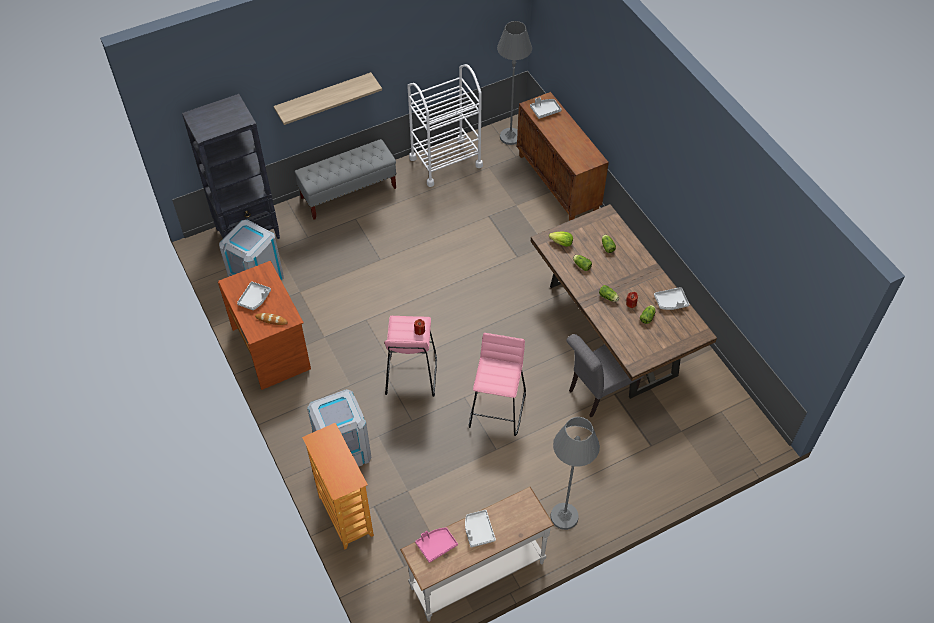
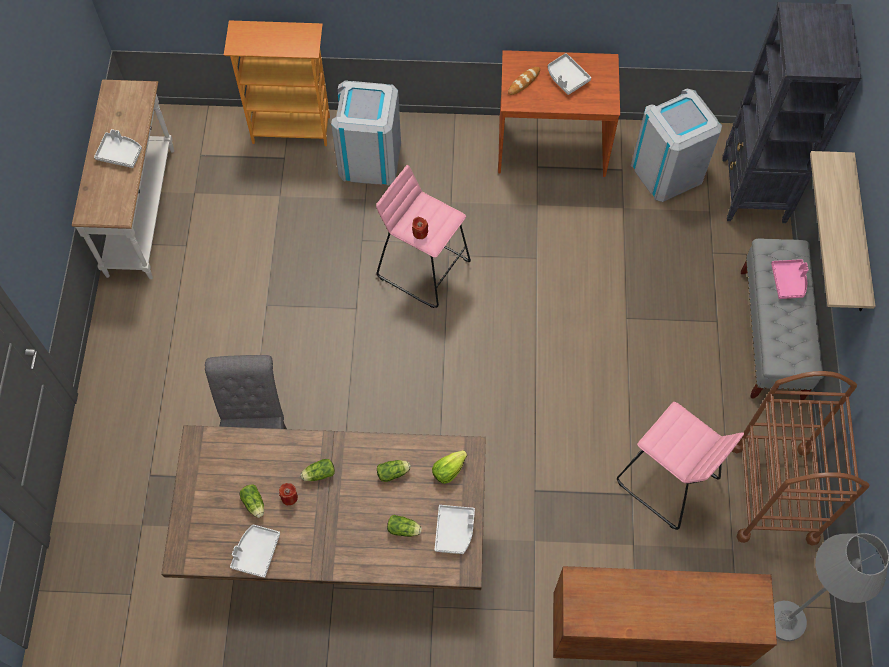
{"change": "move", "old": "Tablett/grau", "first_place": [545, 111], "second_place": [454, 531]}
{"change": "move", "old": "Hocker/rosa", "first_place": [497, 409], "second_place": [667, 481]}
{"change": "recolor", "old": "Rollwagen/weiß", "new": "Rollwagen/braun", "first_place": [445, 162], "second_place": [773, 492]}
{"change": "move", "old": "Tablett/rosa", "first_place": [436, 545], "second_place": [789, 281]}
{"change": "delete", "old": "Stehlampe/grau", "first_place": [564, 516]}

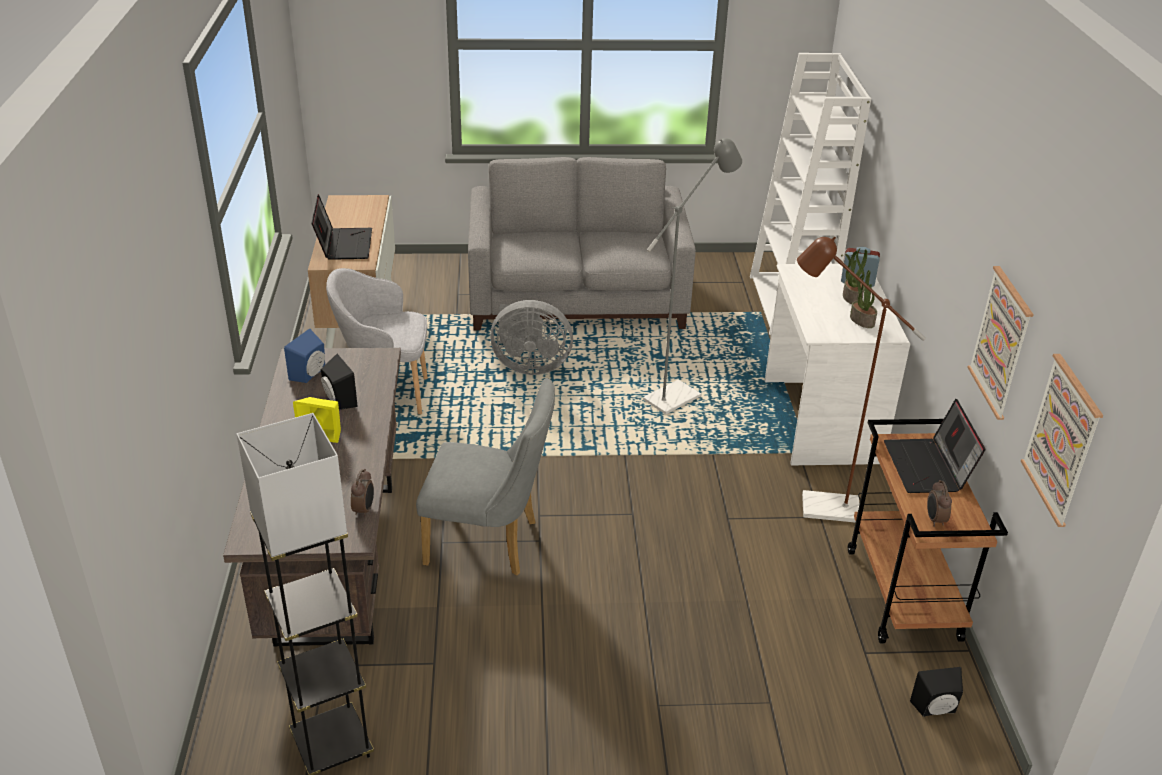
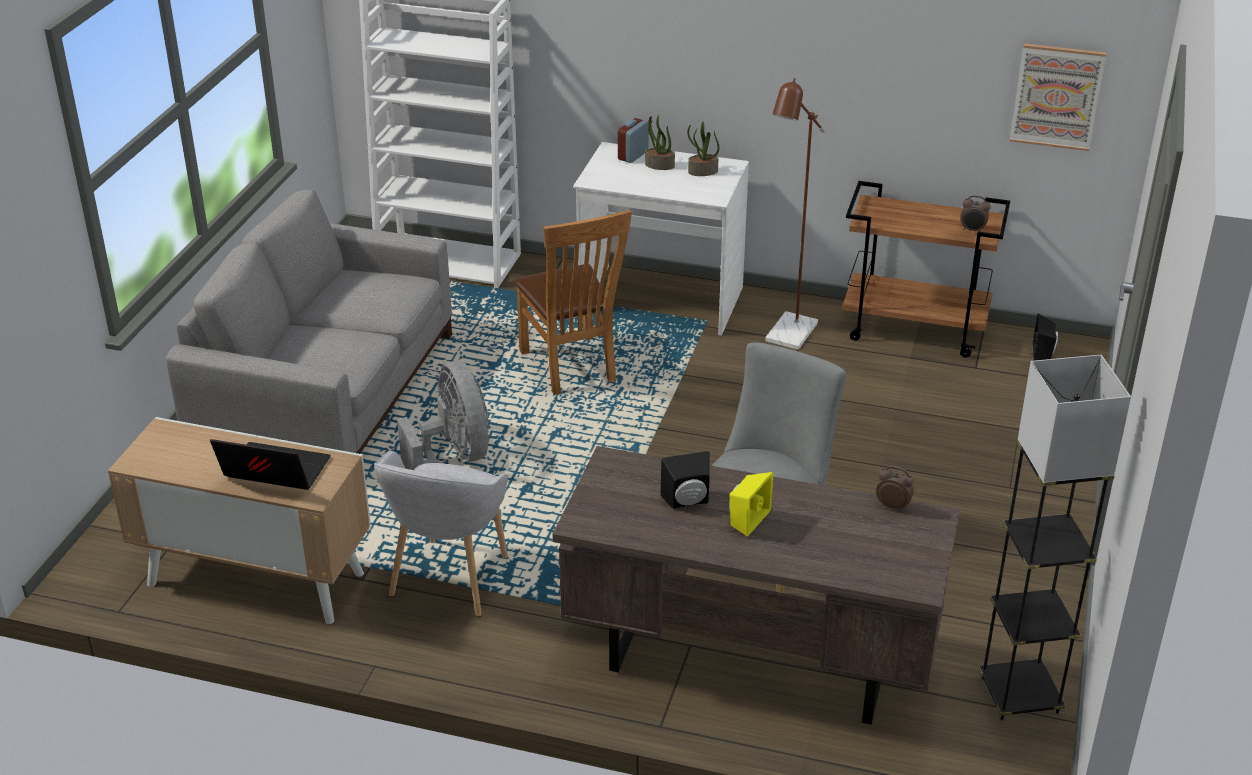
{"change": "rotate", "old": "Ventilator/grau", "first_place": [529, 366], "second_place": [454, 457], "degrees": -45}
{"change": "replace", "old": "Stehlampe/grau", "new": "Stuhl/braun", "first_place": [679, 394], "second_place": [572, 369]}
{"change": "delete", "old": "Lautsprecher/blau", "first_place": [310, 374]}
{"change": "delete", "old": "Laptop", "first_place": [928, 468]}
{"change": "delete", "old": "Bild", "first_place": [1001, 342]}

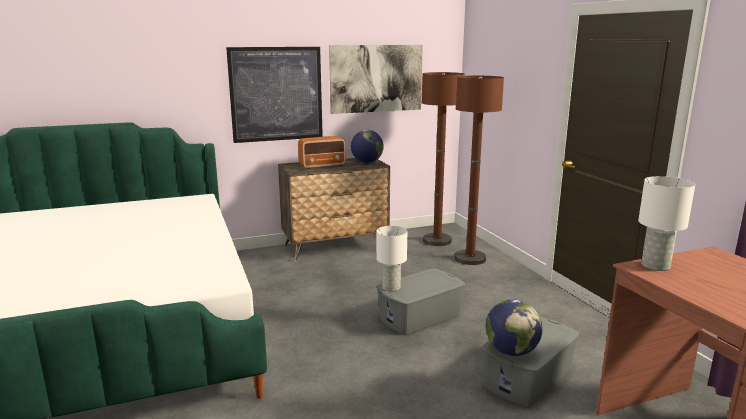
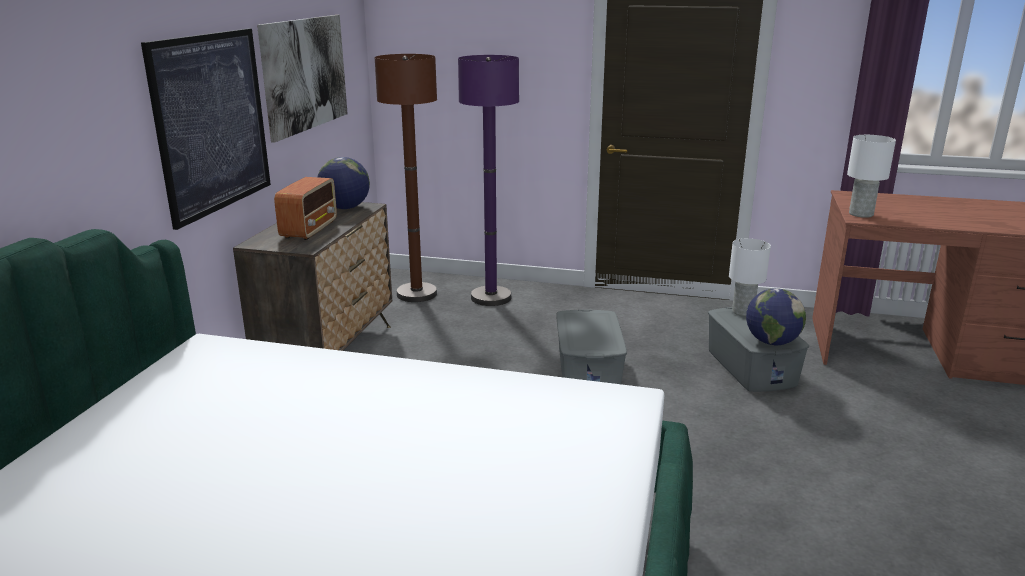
{"change": "recolor", "old": "Stehlampe/braun", "new": "Stehlampe/lila", "first_place": [470, 258], "second_place": [491, 297]}
{"change": "move", "old": "Tischlampe/weiß", "first_place": [391, 287], "second_place": [743, 311]}

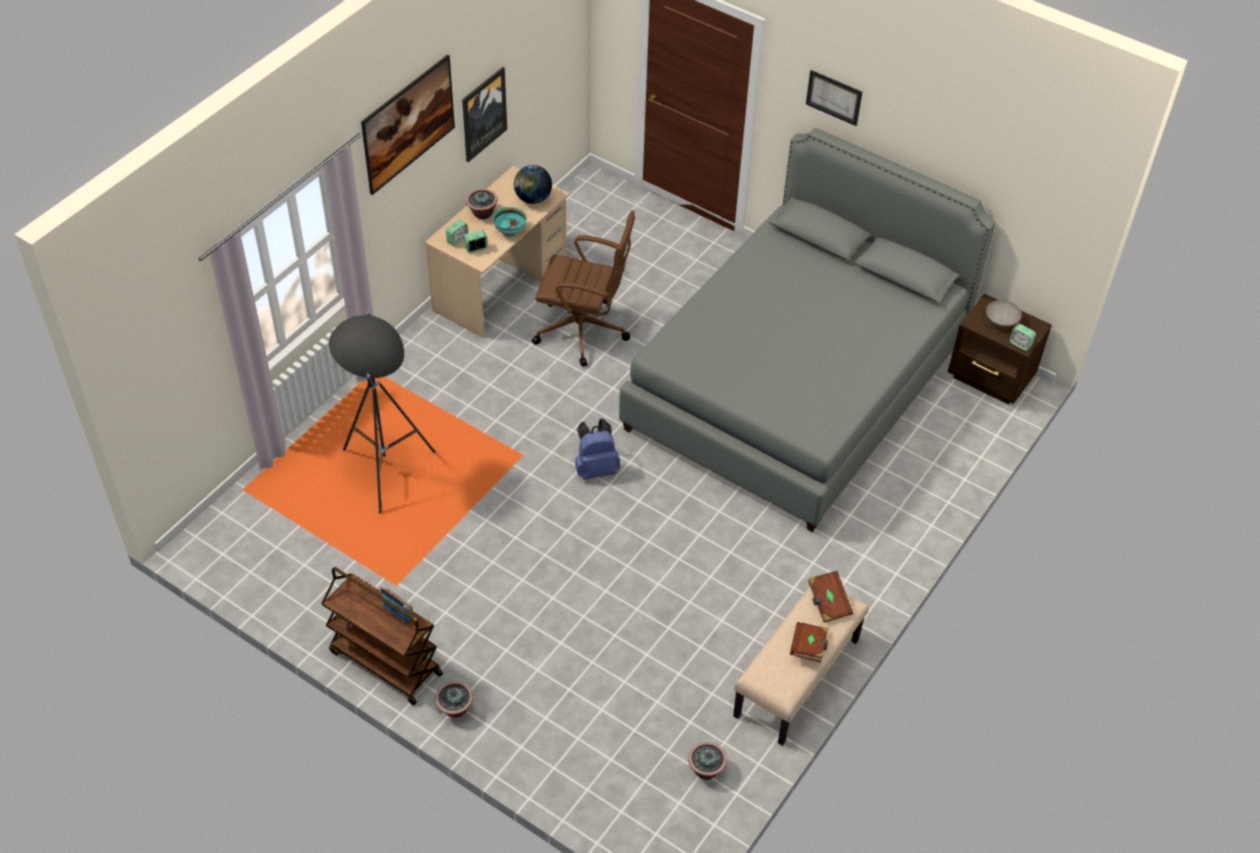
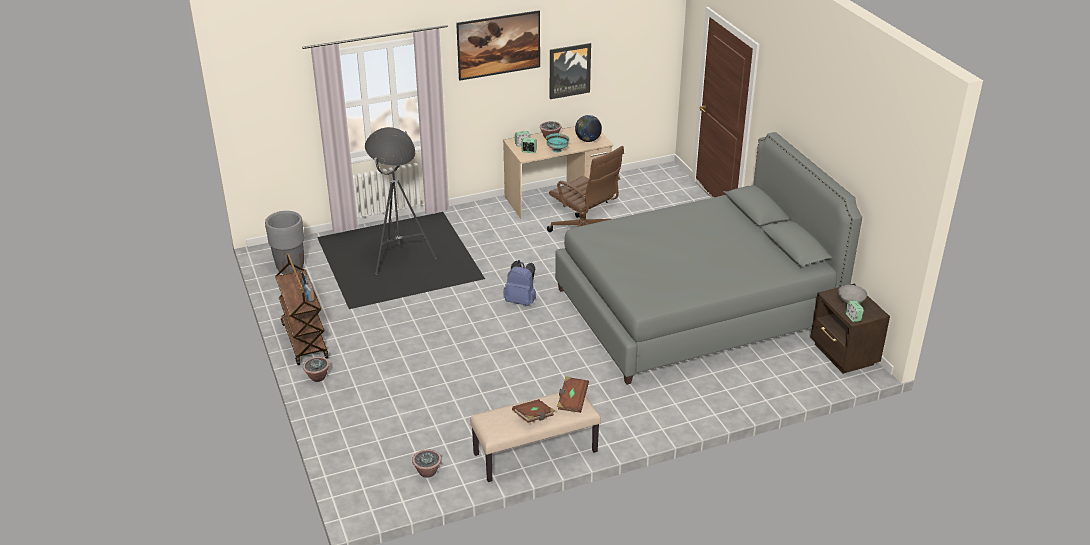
{"change": "insert", "new": "Pflanzkübel/grau", "second_place": [290, 268]}
{"change": "recolor", "old": "Stehlampe/orange", "new": "Stehlampe/schwarz", "first_place": [384, 471], "second_place": [399, 257]}
{"change": "delete", "old": "Bild", "first_place": [834, 97]}

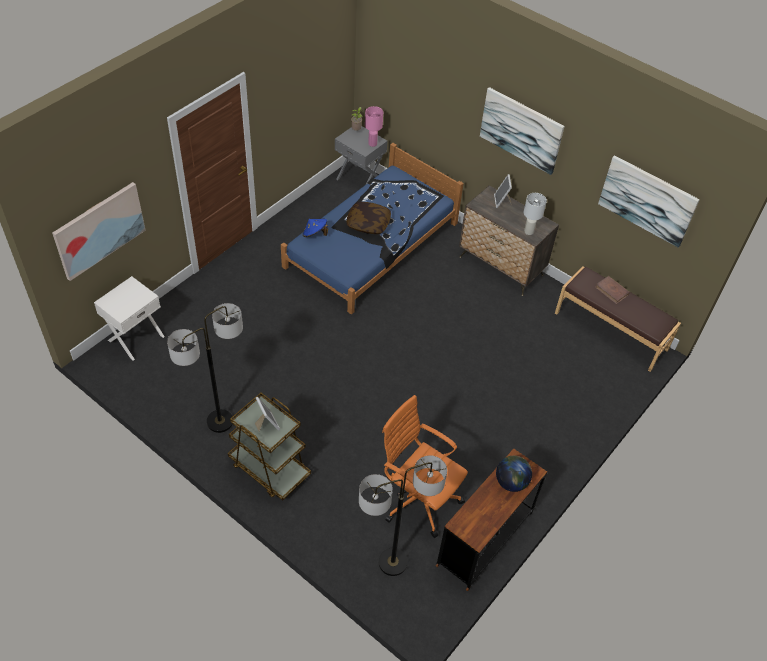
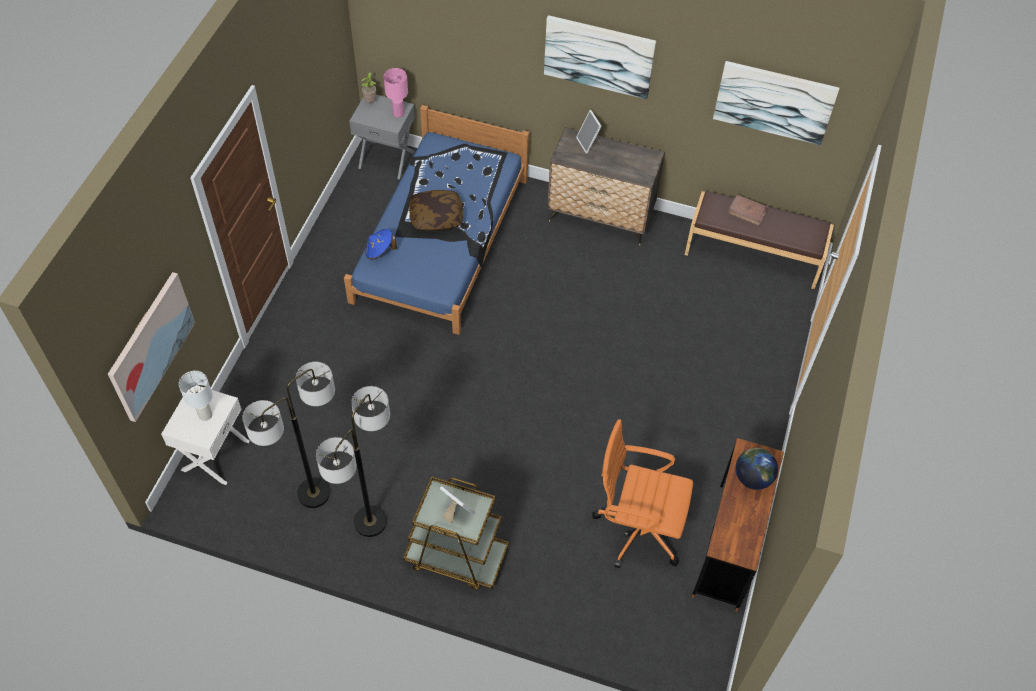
{"change": "move", "old": "Tischlampe/weiß", "first_place": [528, 231], "second_place": [205, 415]}
{"change": "move", "old": "Stehlampe", "first_place": [392, 562], "second_place": [313, 493]}

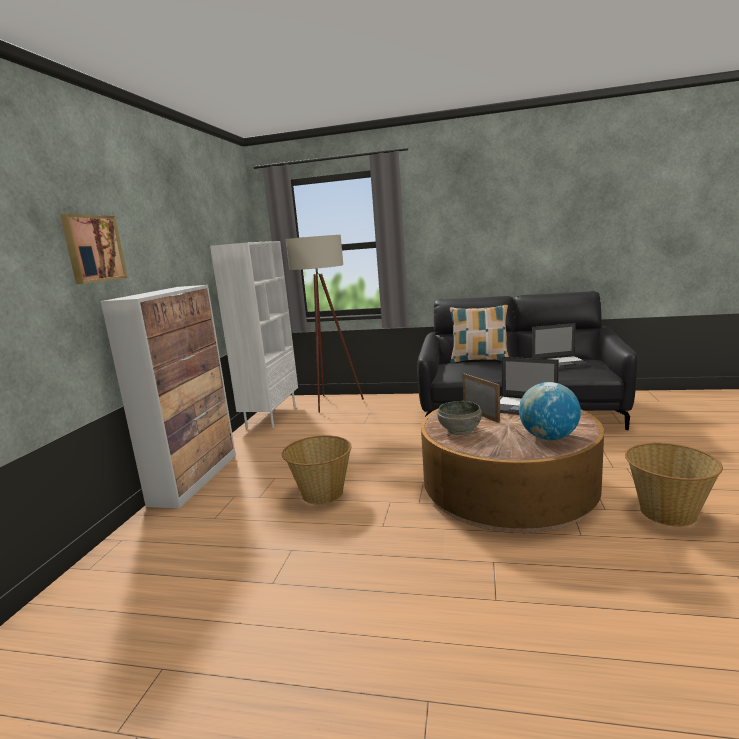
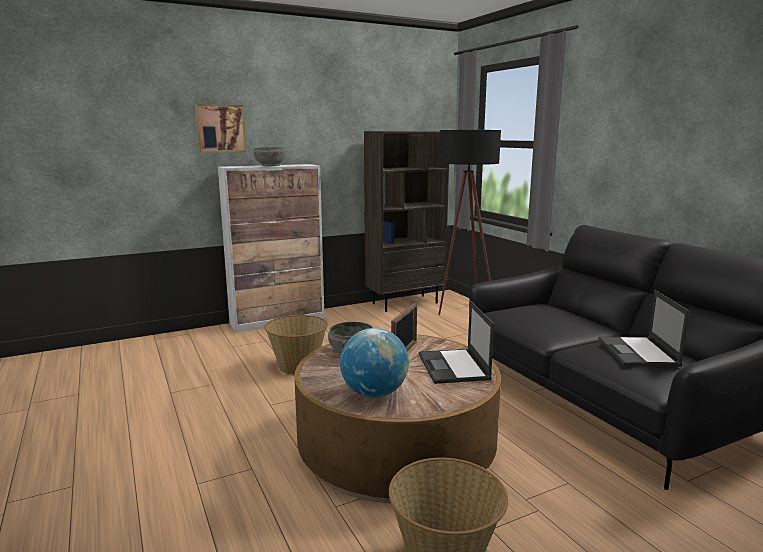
{"change": "insert", "new": "Schüssel/grau", "second_place": [270, 166]}
{"change": "recolor", "old": "Bücherregal/weiß", "new": "Bücherregal/braun", "first_place": [271, 416], "second_place": [405, 303]}
{"change": "recolor", "old": "Stehlampe/beige", "new": "Stehlampe/schwarz", "first_place": [331, 404], "second_place": [463, 313]}
{"change": "rotate", "old": "Laptop", "first_place": [561, 363], "second_place": [638, 352], "degrees": 45}
{"change": "delete", "old": "Kissen", "first_place": [479, 360]}

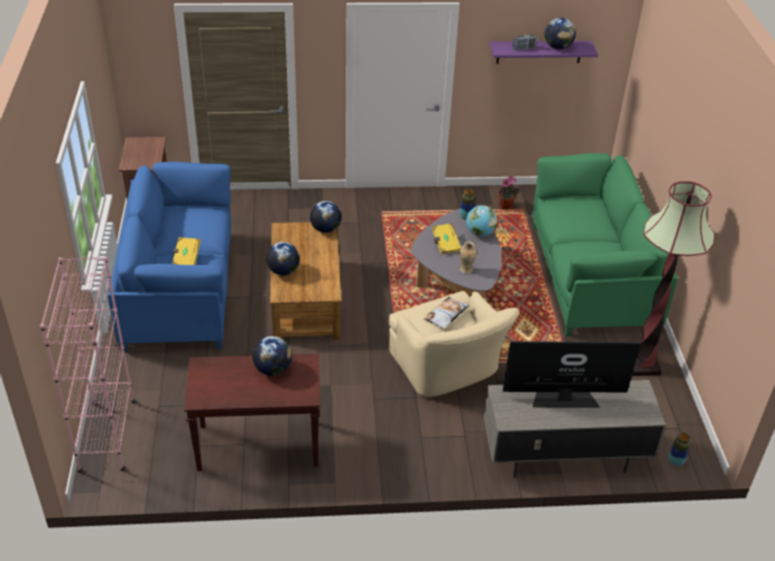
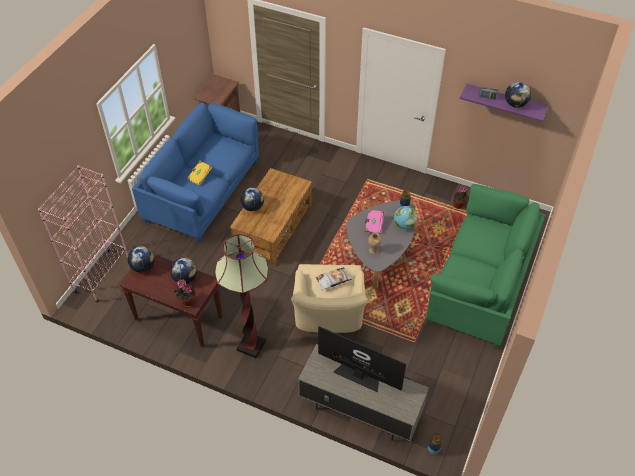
{"change": "move", "old": "Globus", "first_place": [325, 229], "second_place": [143, 267]}
{"change": "insert", "new": "Topfpflanze", "second_place": [187, 302]}
{"change": "move", "old": "Stehlampe", "first_place": [642, 365], "second_place": [251, 346]}
{"change": "recolor", "old": "Buch/gelb", "new": "Buch/rosa", "first_place": [445, 244], "second_place": [373, 225]}

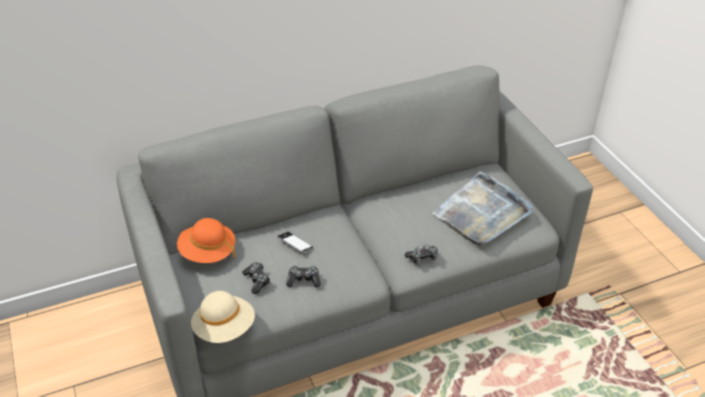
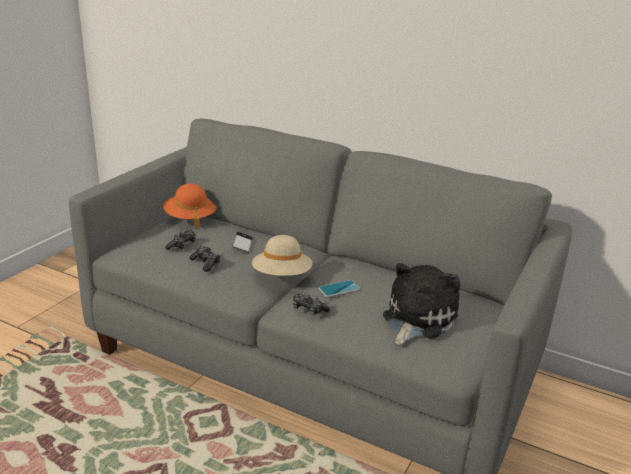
{"change": "move", "old": "Hut/beige", "first_place": [224, 328], "second_place": [282, 276]}
{"change": "insert", "new": "Handy", "second_place": [339, 289]}
{"change": "replace", "old": "Tablett/grau", "new": "Plüschtier", "first_place": [482, 213], "second_place": [416, 319]}

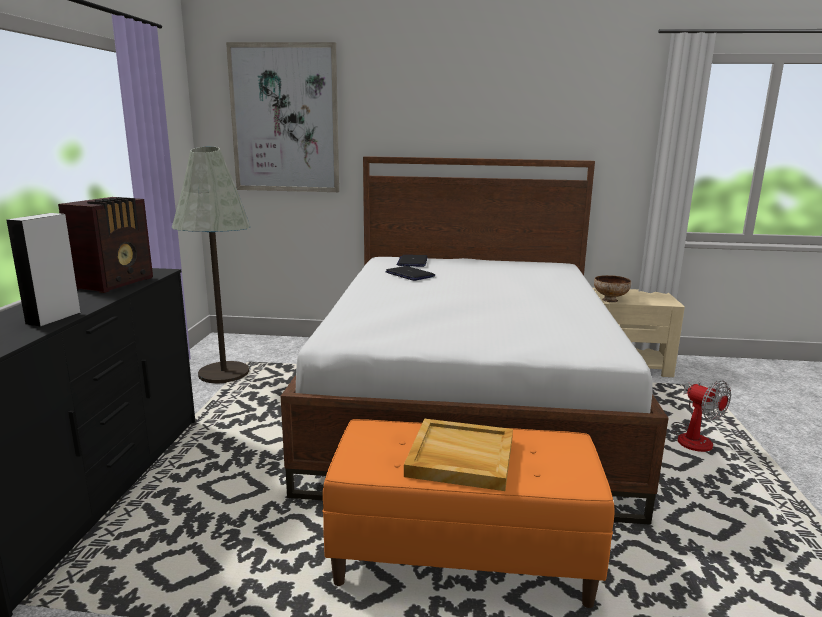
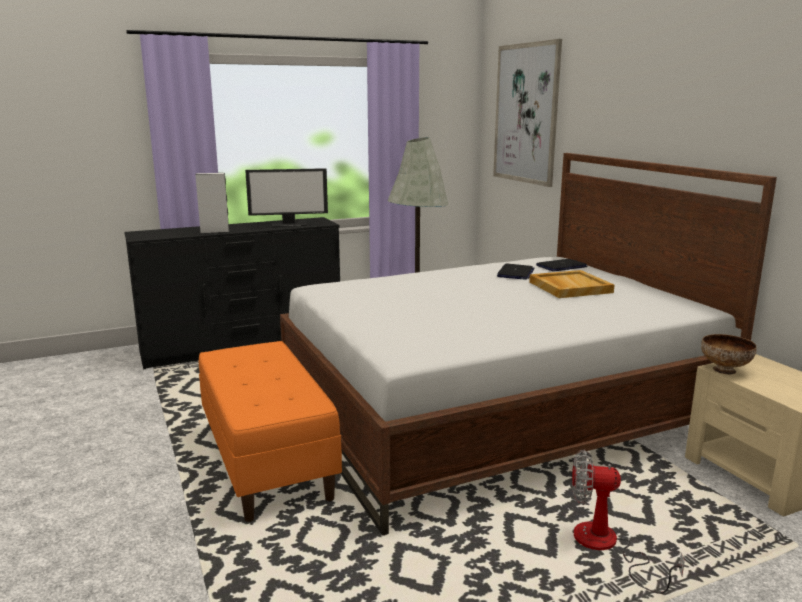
{"change": "replace", "old": "Radio", "new": "Monitor", "first_place": [116, 283], "second_place": [289, 224]}
{"change": "move", "old": "Tablett/beige", "first_place": [459, 458], "second_place": [569, 287]}
{"change": "rotate", "old": "Ventilator", "first_place": [693, 437], "second_place": [606, 547], "degrees": 75}

